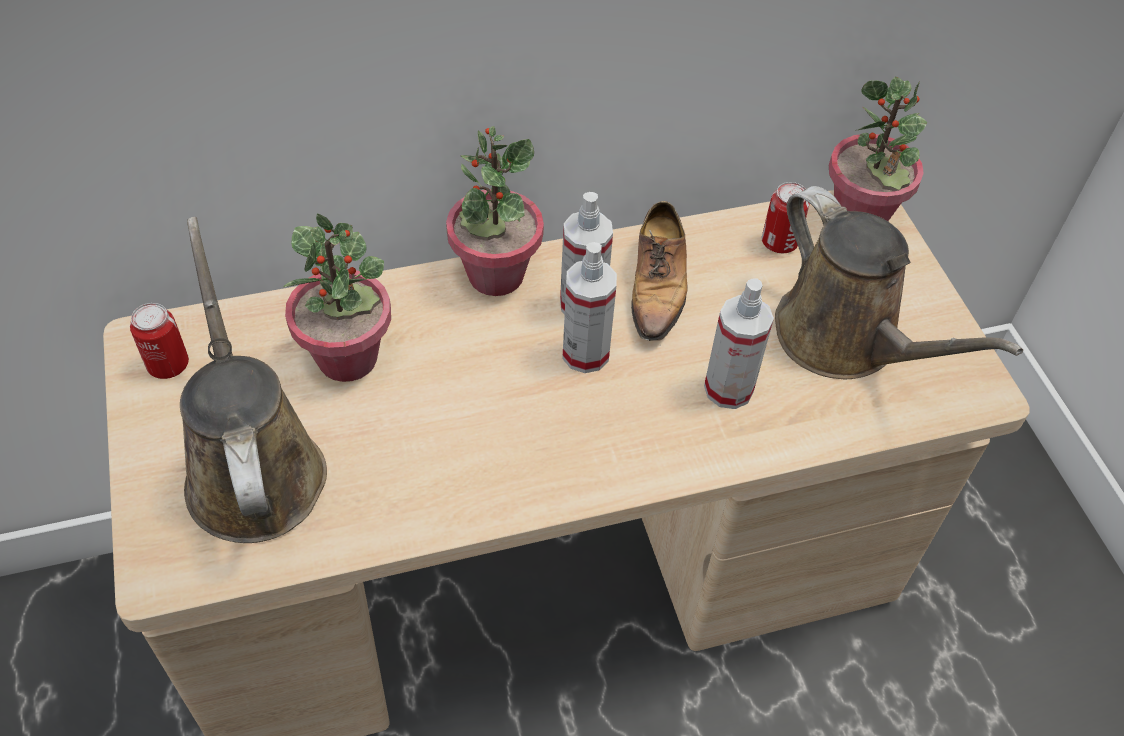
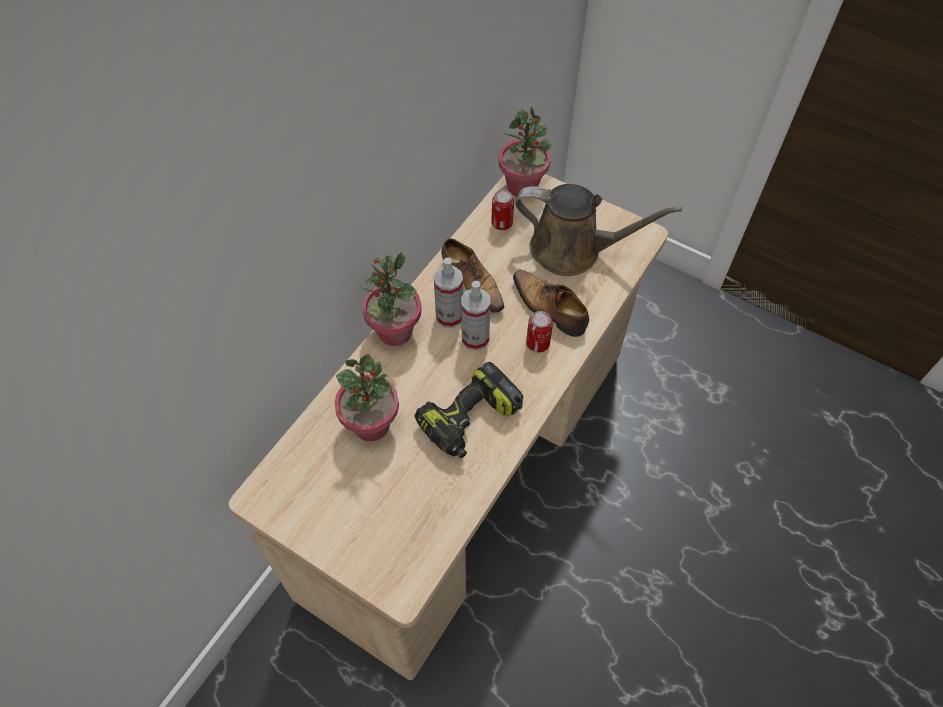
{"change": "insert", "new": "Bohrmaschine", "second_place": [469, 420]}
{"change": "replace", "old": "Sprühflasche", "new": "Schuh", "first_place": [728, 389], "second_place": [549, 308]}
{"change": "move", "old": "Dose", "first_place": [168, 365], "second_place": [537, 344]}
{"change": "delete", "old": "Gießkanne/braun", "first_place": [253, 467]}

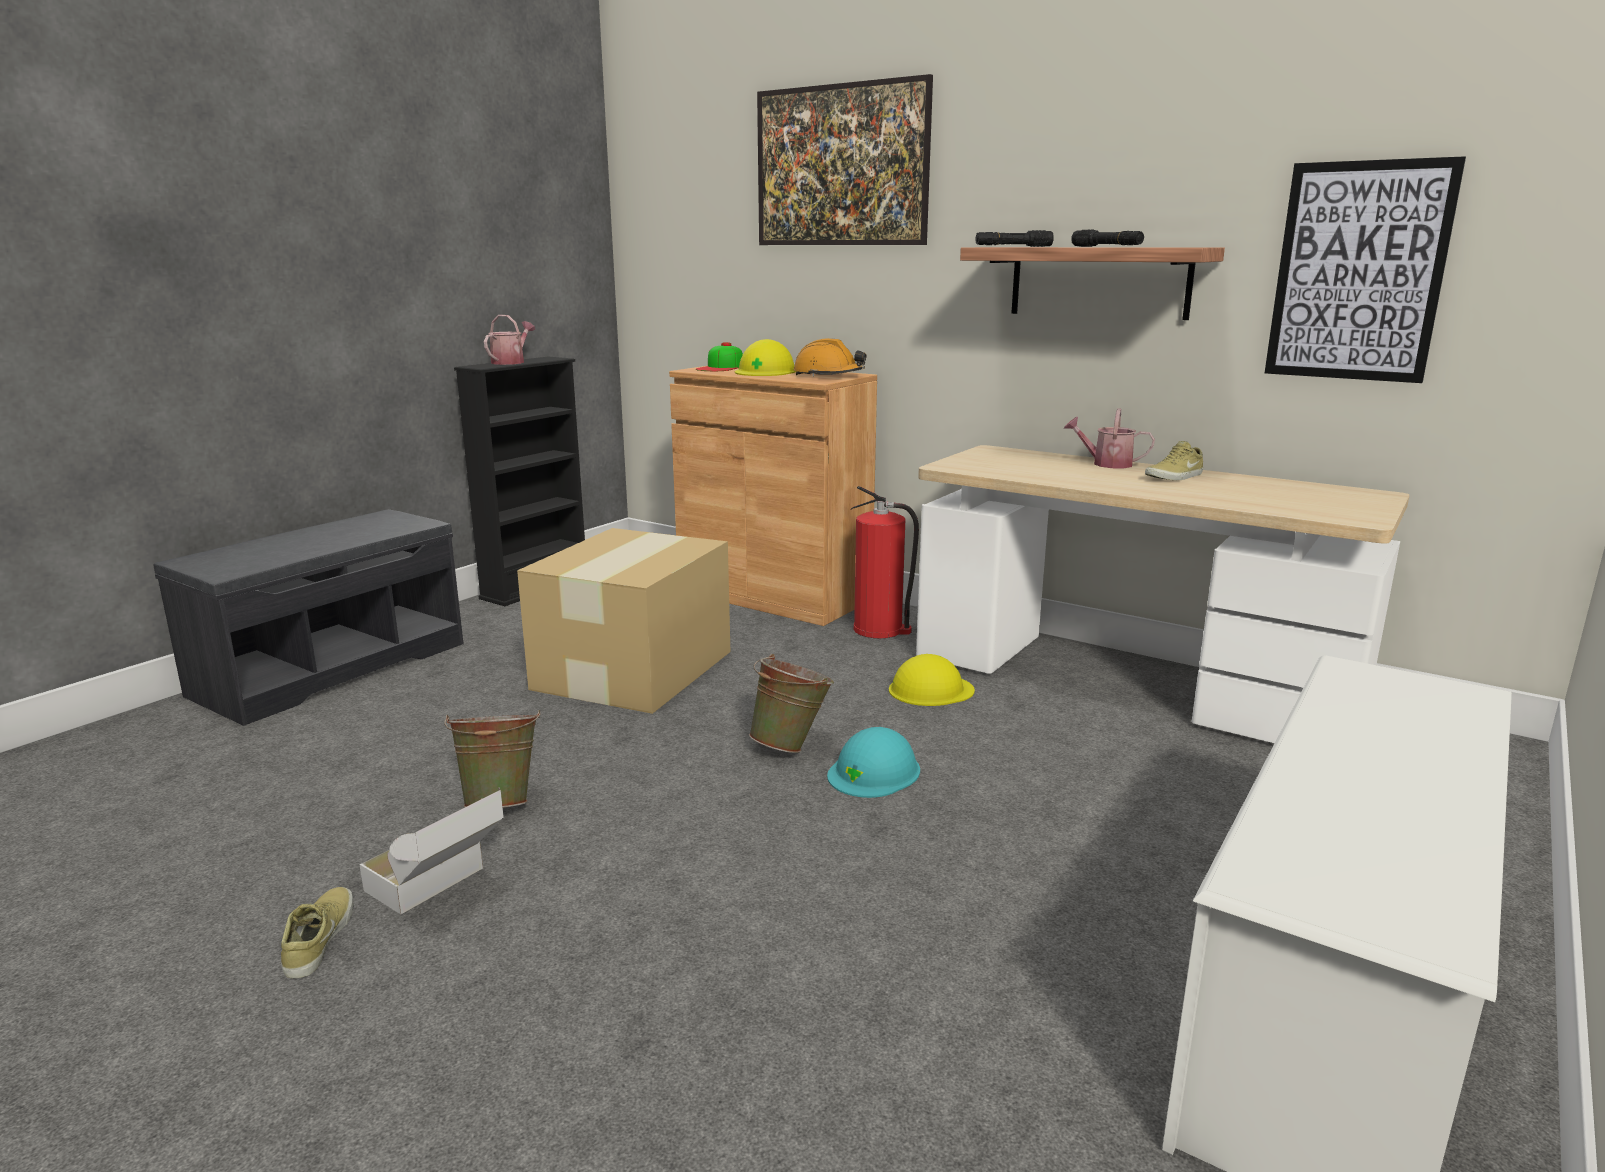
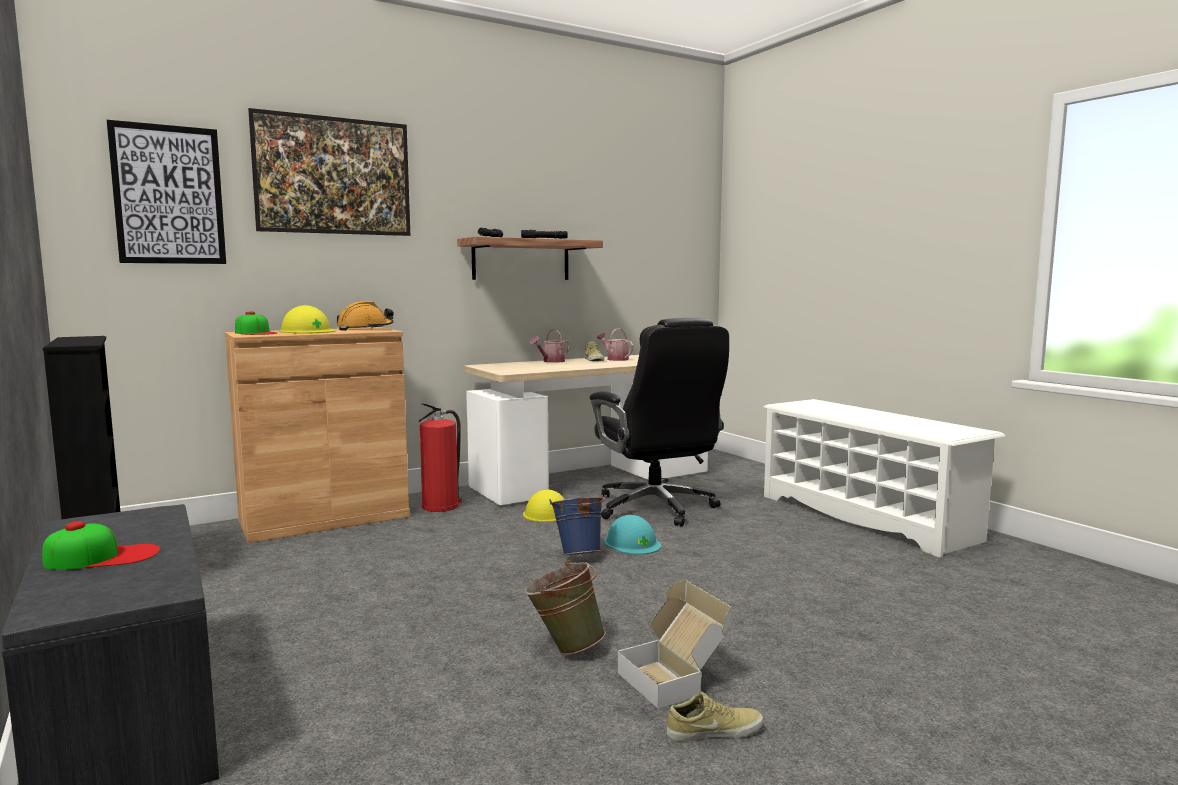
{"change": "insert", "new": "Kappe", "second_place": [103, 557]}
{"change": "move", "old": "Bild", "first_place": [1358, 272], "second_place": [169, 195]}
{"change": "recolor", "old": "Eimer/grün", "new": "Eimer/blau", "first_place": [791, 746], "second_place": [578, 554]}
{"change": "insert", "new": "Bürostuhl/schwarz", "second_place": [656, 508]}
{"change": "move", "old": "Gießkanne", "first_place": [511, 362], "second_place": [615, 359]}
{"change": "rotate", "old": "Schuh/beige", "first_place": [317, 938], "second_place": [714, 730], "degrees": 150}
{"change": "delete", "old": "Karton", "first_place": [636, 669]}

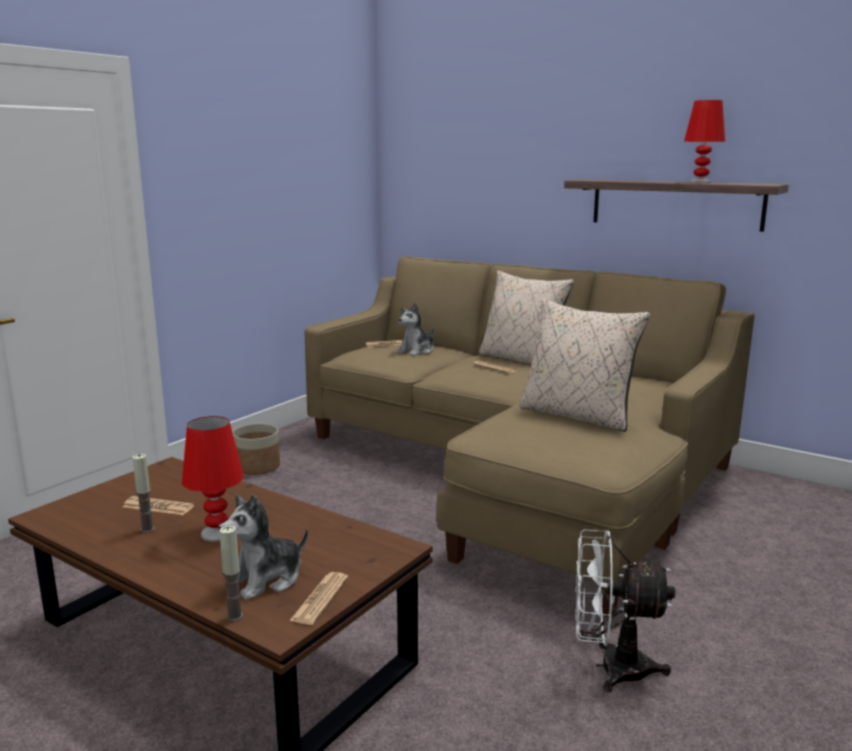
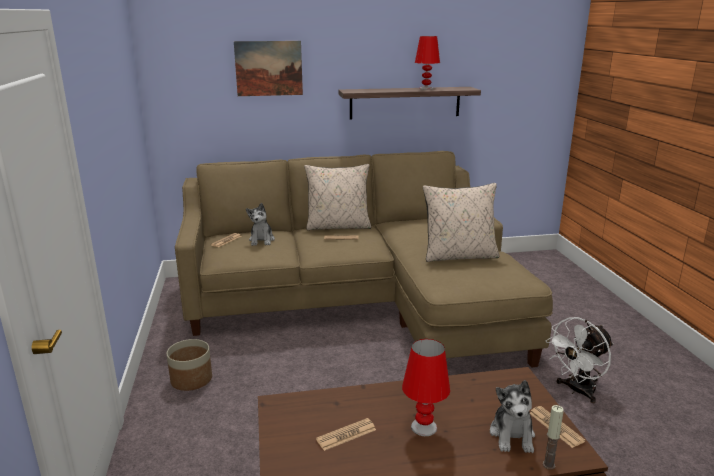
{"change": "insert", "new": "Bild", "second_place": [269, 68]}
{"change": "delete", "old": "Kerze", "first_place": [147, 529]}

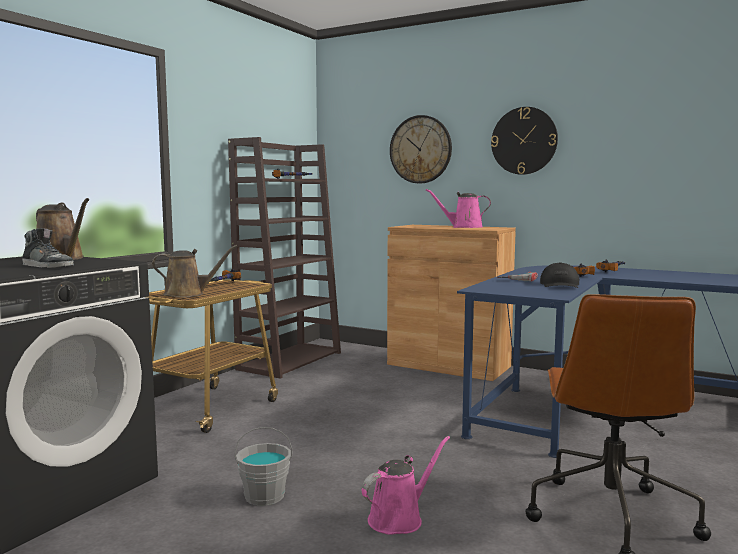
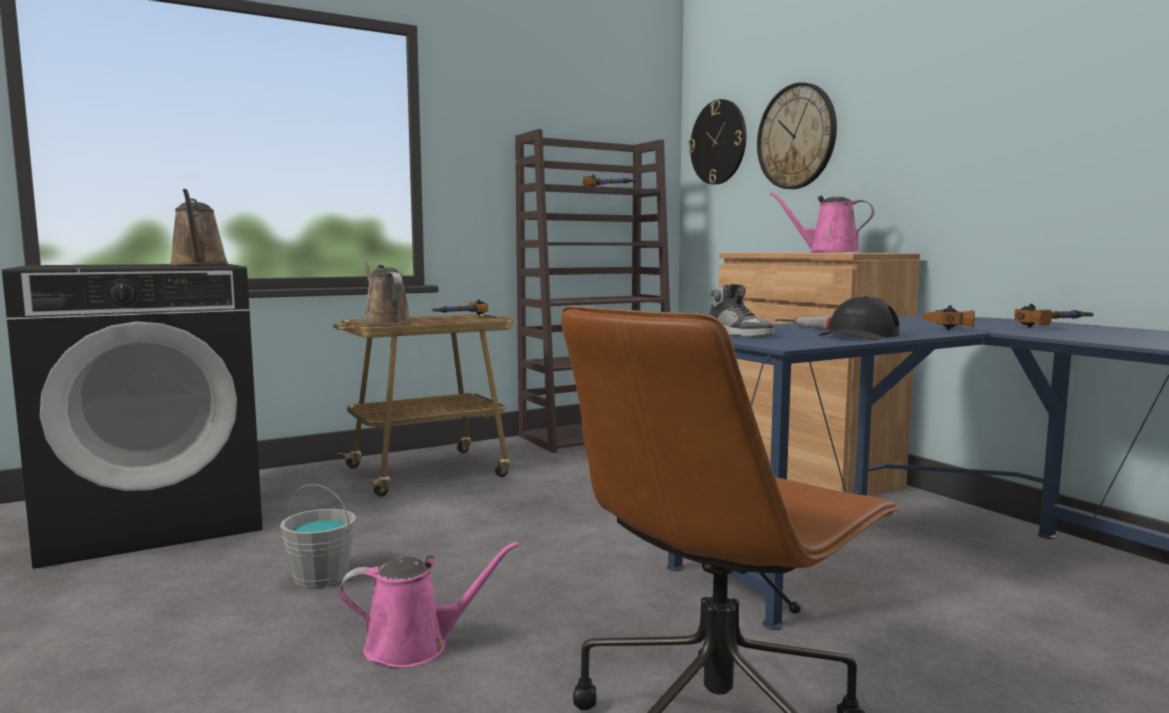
{"change": "rotate", "old": "Gießkanne/braun", "first_place": [188, 294], "second_place": [385, 322], "degrees": -150}
{"change": "move", "old": "Wanduhr", "first_place": [524, 141], "second_place": [718, 142]}
{"change": "move", "old": "Schuh", "first_place": [47, 266], "second_place": [738, 333]}

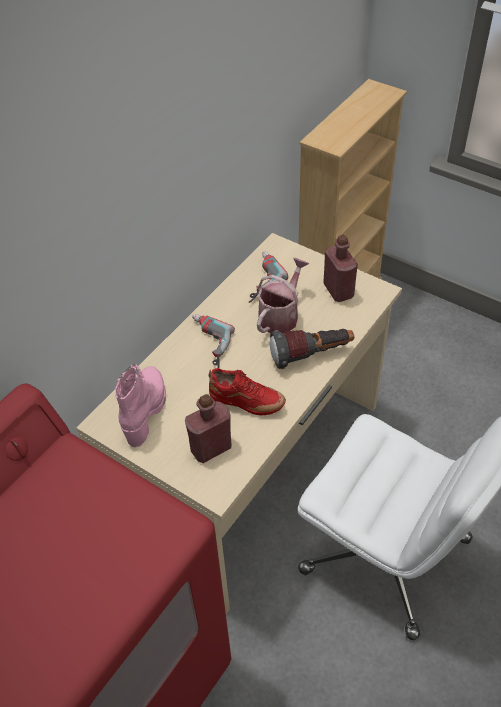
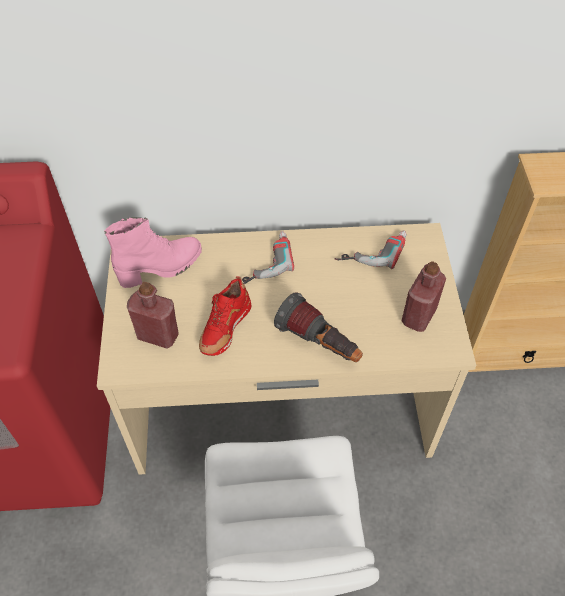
{"change": "rotate", "old": "Schuh/rot", "first_place": [247, 403], "second_place": [224, 330], "degrees": 45}
{"change": "delete", "old": "Gießkanne", "first_place": [281, 315]}

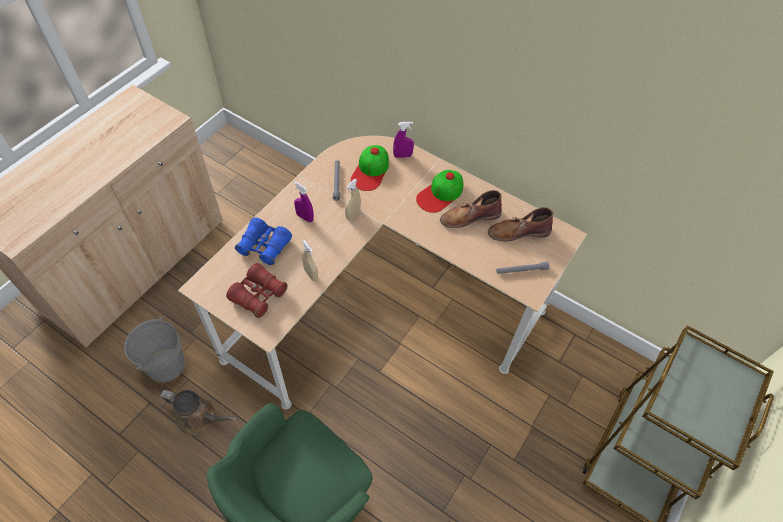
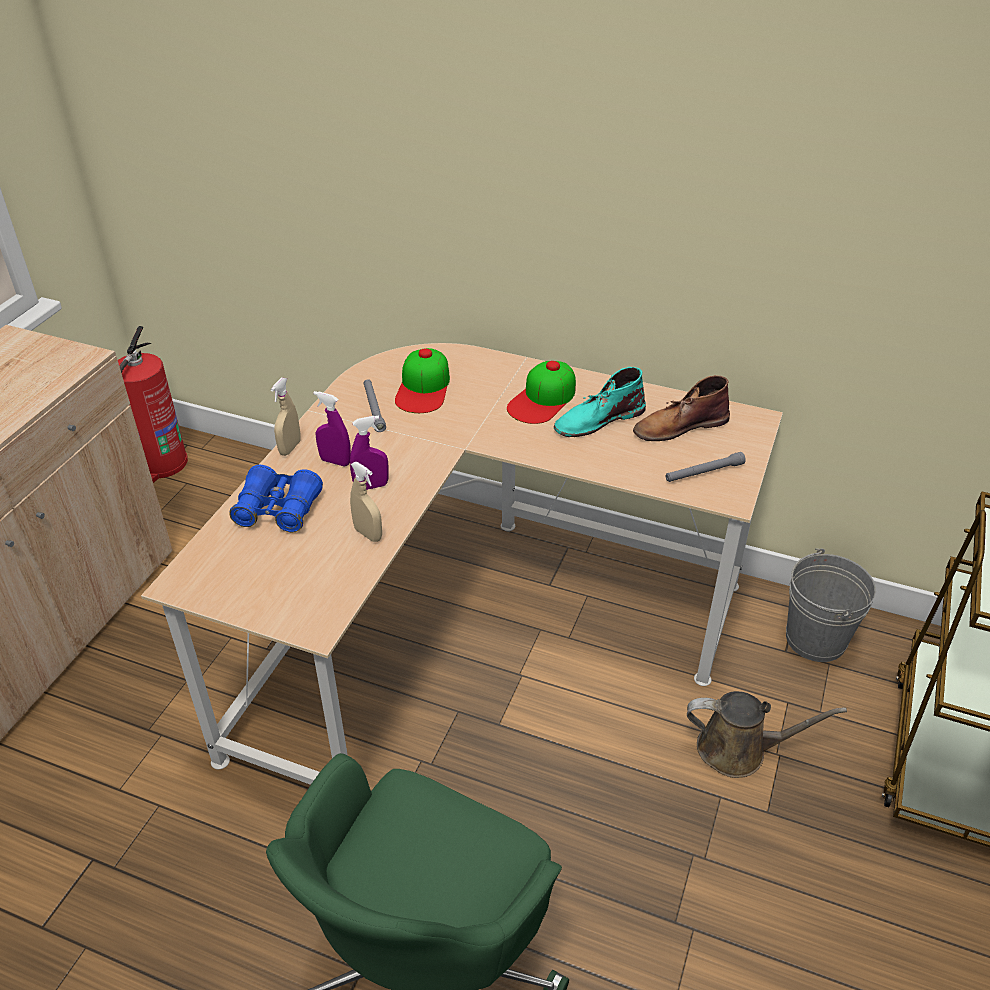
{"change": "insert", "new": "Feuerlöscher", "second_place": [161, 464]}
{"change": "move", "old": "Sprühflasche/beige", "first_place": [353, 214], "second_place": [290, 448]}
{"change": "move", "old": "Sprühflasche/lila", "first_place": [402, 156], "second_place": [371, 486]}
{"change": "recolor", "old": "Stiefel/braun", "new": "Stiefel/türkis", "first_place": [469, 217], "second_place": [598, 419]}
{"change": "move", "old": "Gießkanne/braun", "first_place": [199, 418], "second_place": [738, 750]}
{"change": "move", "old": "Eimer/grau", "first_place": [166, 365], "second_place": [815, 639]}
{"change": "delete", "old": "Fernglas/rot", "first_place": [258, 295]}

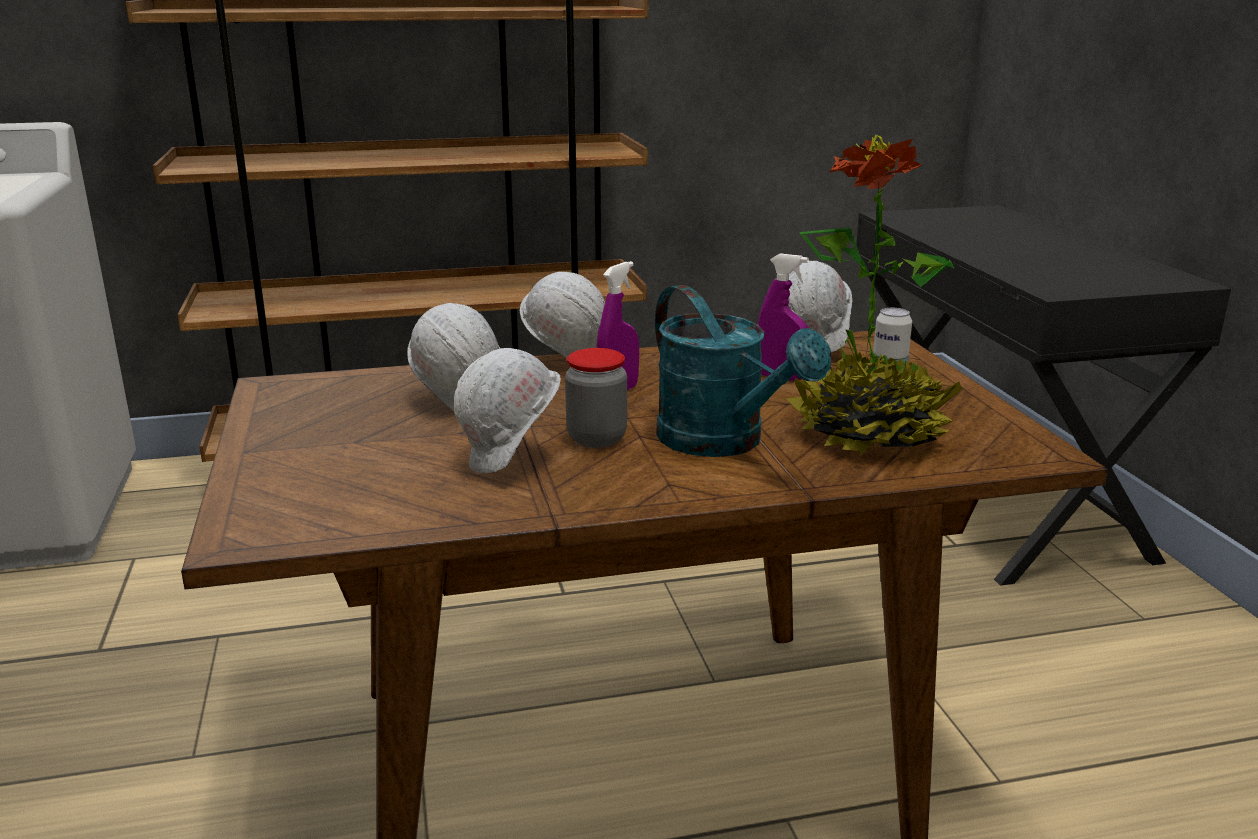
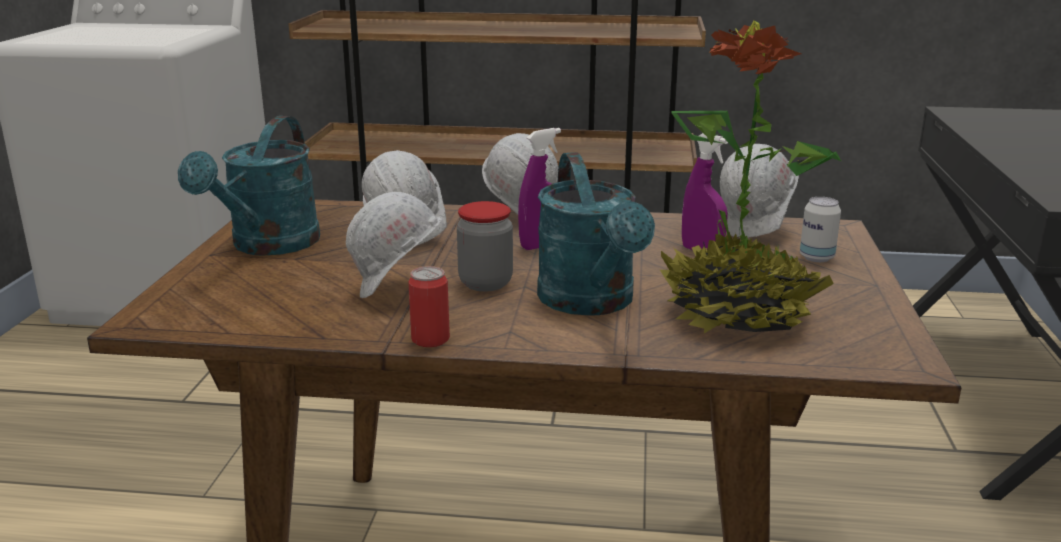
{"change": "insert", "new": "Gießkanne/türkis", "second_place": [268, 246]}
{"change": "insert", "new": "Dose", "second_place": [430, 339]}

